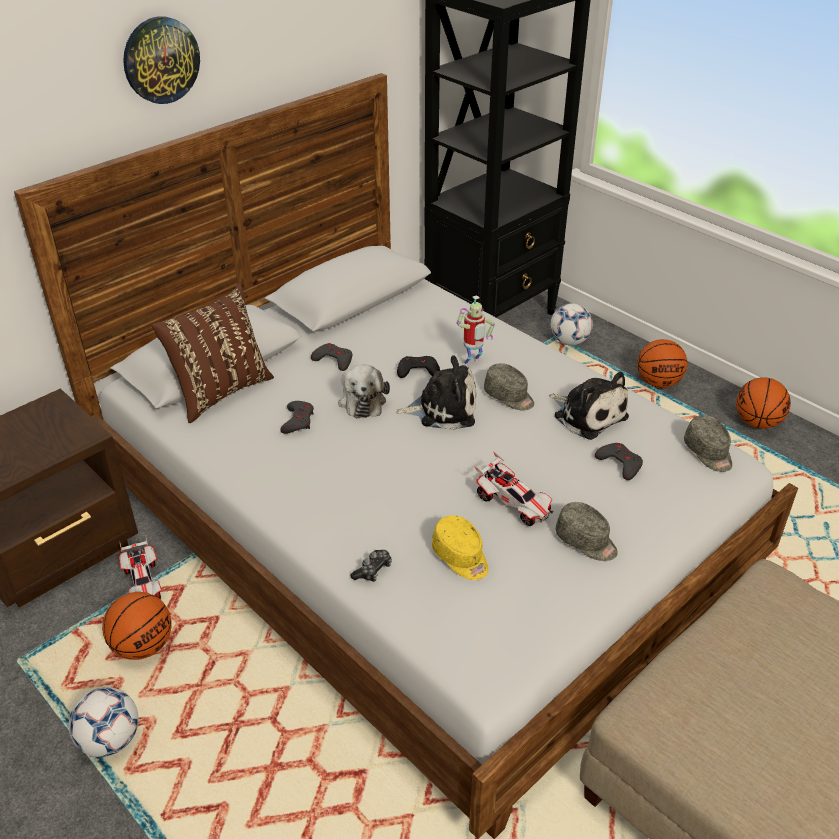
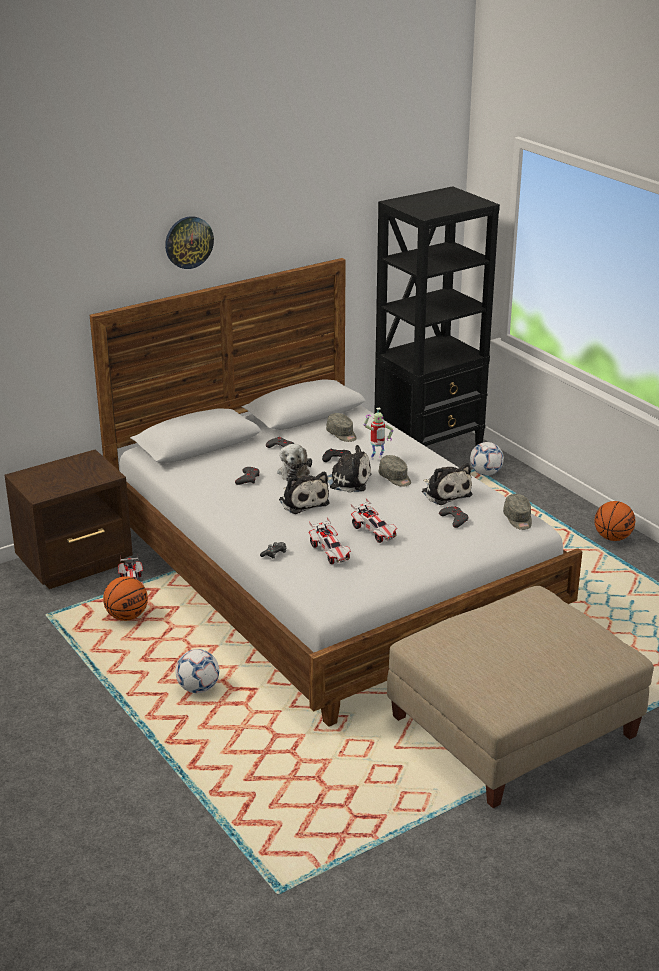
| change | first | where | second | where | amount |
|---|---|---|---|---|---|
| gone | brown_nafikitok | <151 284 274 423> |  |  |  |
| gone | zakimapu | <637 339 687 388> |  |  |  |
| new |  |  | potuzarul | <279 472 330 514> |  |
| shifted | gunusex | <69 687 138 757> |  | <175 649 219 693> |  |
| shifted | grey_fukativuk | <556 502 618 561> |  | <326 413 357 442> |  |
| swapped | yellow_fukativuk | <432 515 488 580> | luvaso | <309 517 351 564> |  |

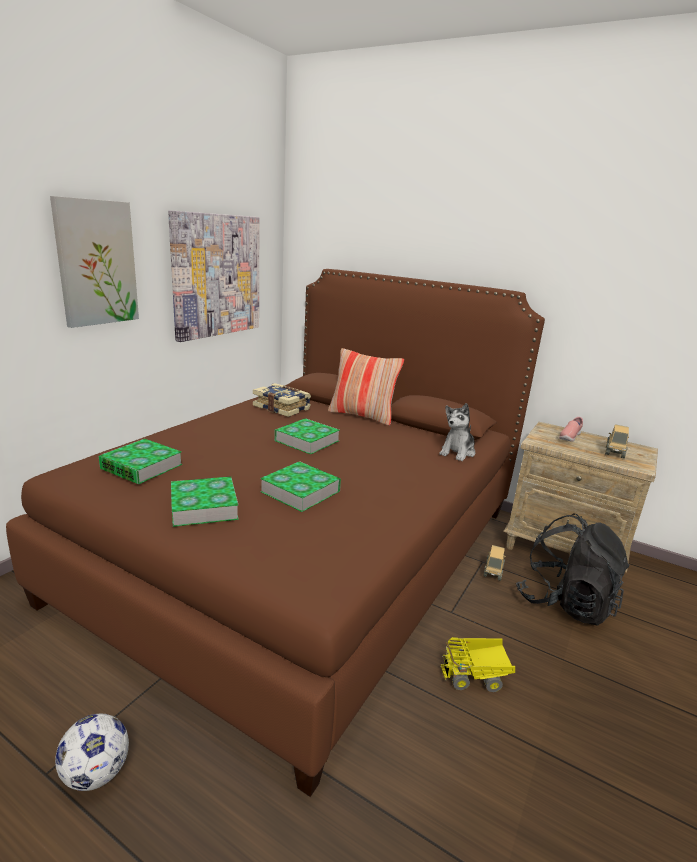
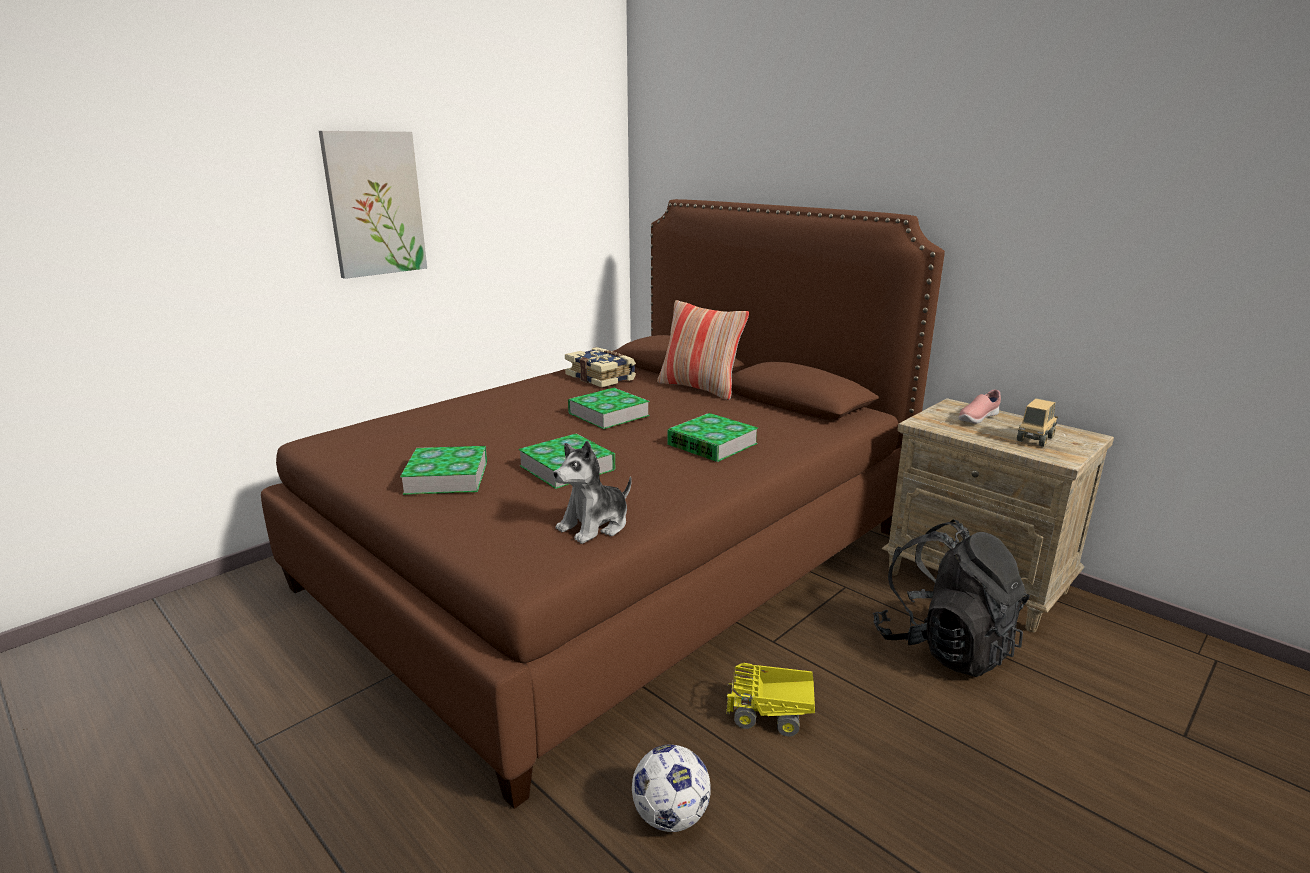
| change | first | where | second | where | amount |
|---|---|---|---|---|---|
| gone | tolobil | <168 210 259 342> |  |  |  |
| gone | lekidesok | <483 545 506 581> |  |  |  |
| shifted | gunusex | <55 713 129 791> |  | <632 745 711 832> |  |
| shifted | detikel | <99 439 182 484> |  | <667 413 758 462> |  |
| shifted | potuzarul | <439 403 475 461> |  | <553 441 632 544> |  |

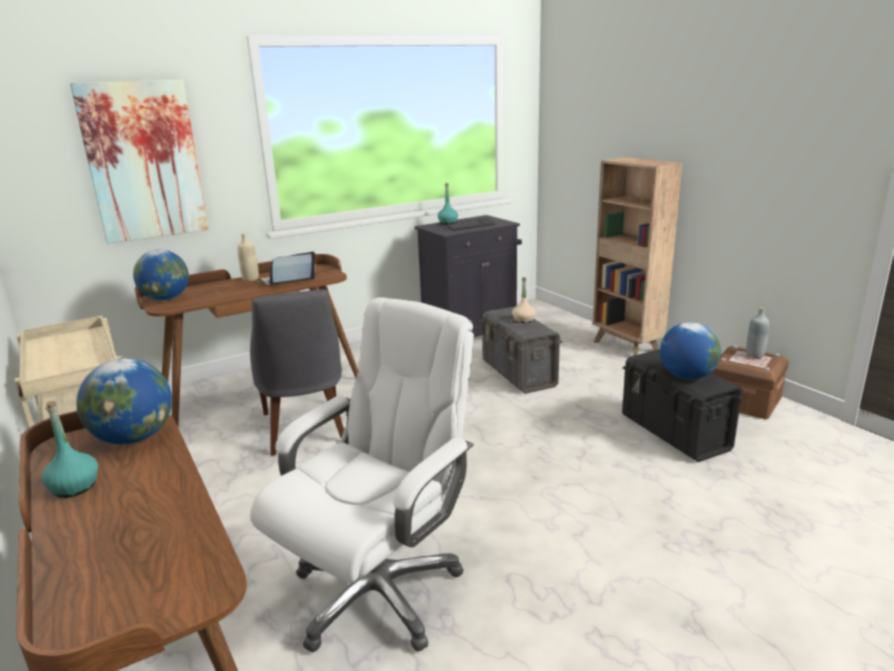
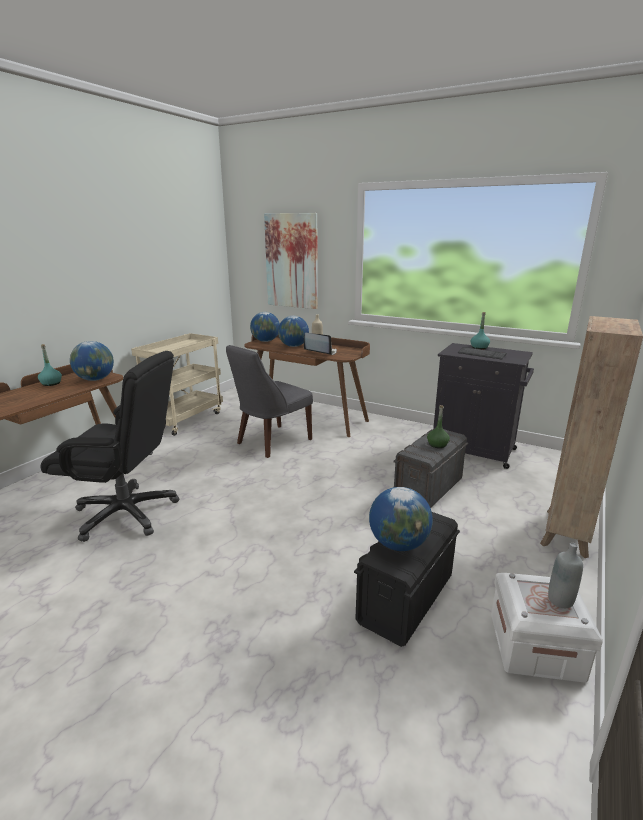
| change | first | where | second | where | amount |
|---|---|---|---|---|---|
| new |  |  | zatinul | <278 316 309 347> |  |
| repainted | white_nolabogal | <250 297 474 652> | black_nolabogal | <40 351 179 542> |  |
| repainted | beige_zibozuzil | <512 277 536 323> | green_zibozuzil | <427 405 450 448> |  |
| repainted | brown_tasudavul | <711 345 789 419> | white_tasudavul | <491 573 603 683> |  |

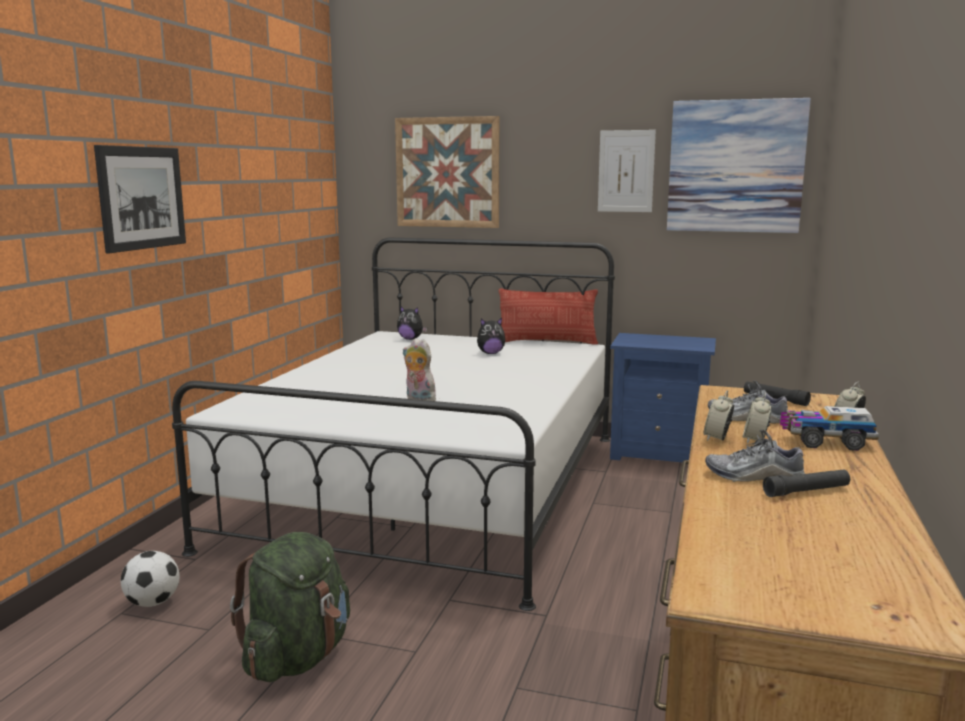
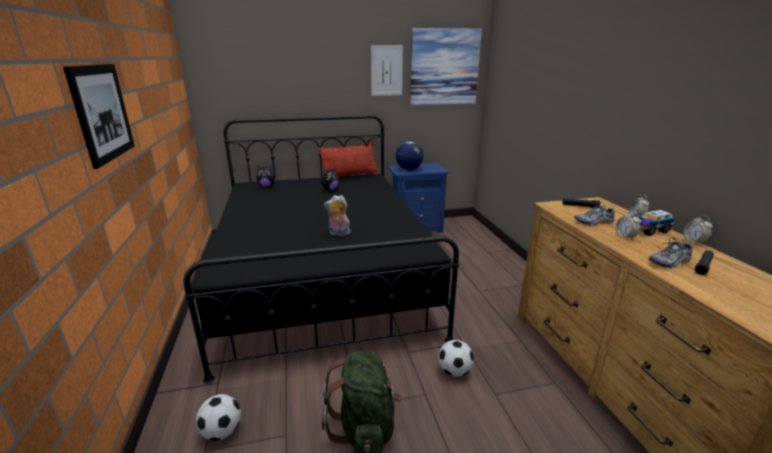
| change | first | where | second | where | amount |
|---|---|---|---|---|---|
| gone | tolobil | <395 116 500 228> |  |  |  |
| new |  |  | zatinul | <396 142 424 170> |  |
| new |  |  | gunusex | <439 340 474 377> |  |
| shifted | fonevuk | <704 390 734 441> |  | <684 215 713 245> |  |
| repainted | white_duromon | <172 238 615 611> | black_duromon | <183 115 459 384> |  |

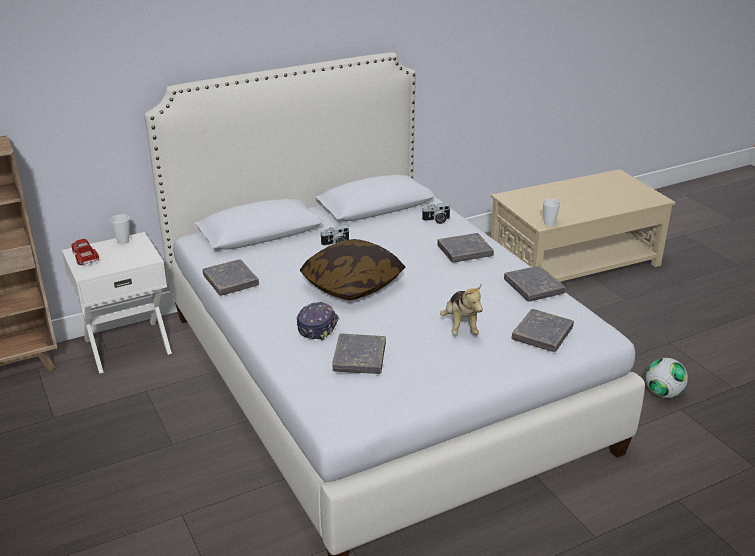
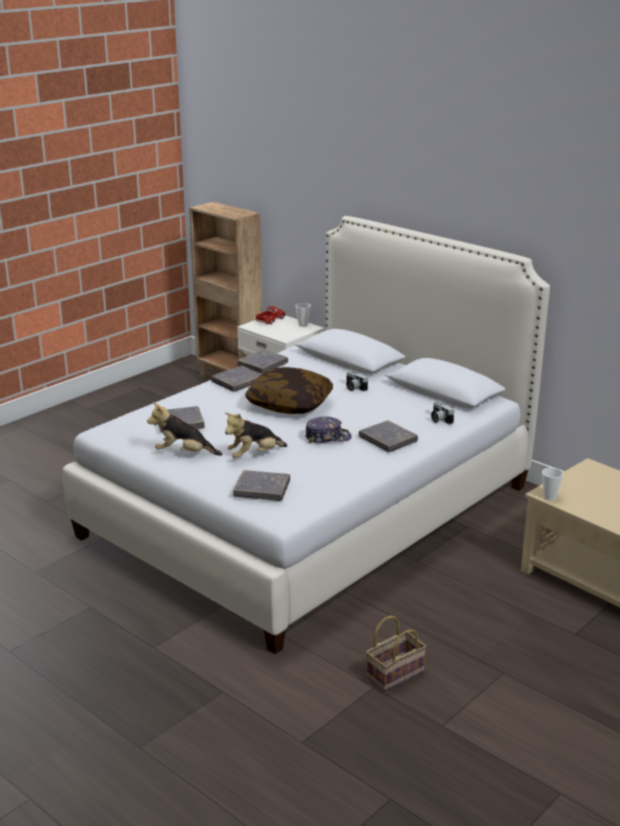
| change | first | where | second | where | amount |
|---|---|---|---|---|---|
| new |  |  | potuzarul | <147 402 222 456> |  |
| shifted | fukativuk | <296 302 338 340> |  | <305 417 351 443> |  |
| shifted | grey_detikel | <504 266 565 302> |  | <211 366 261 392> |  |
| swapped | gunusex | <646 358 688 398> | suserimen | <366 616 427 692> |  |

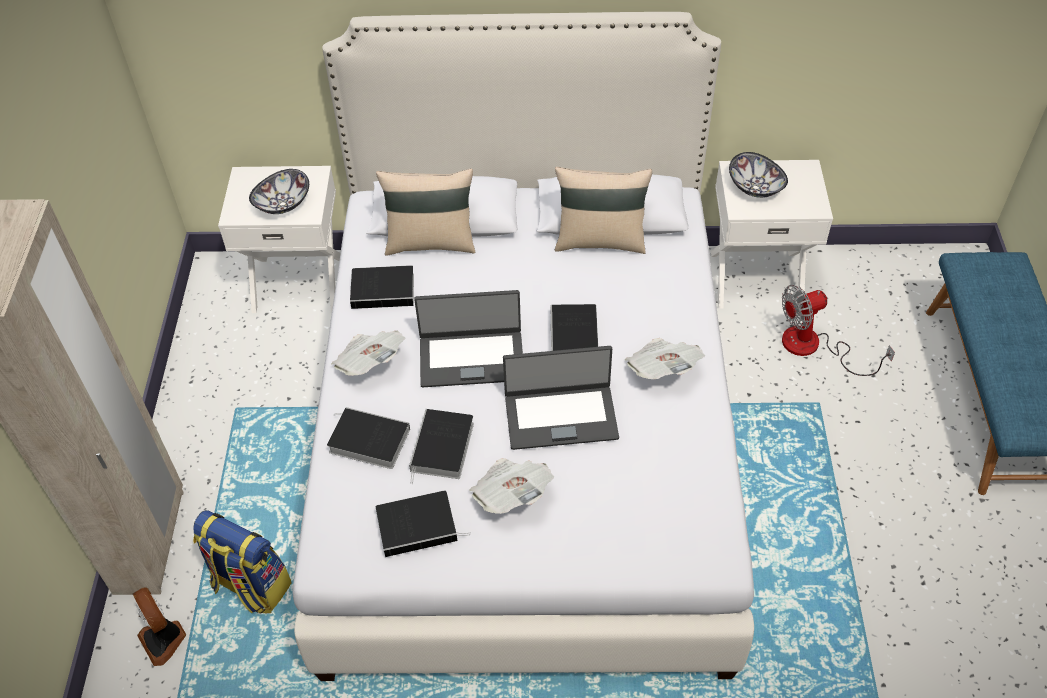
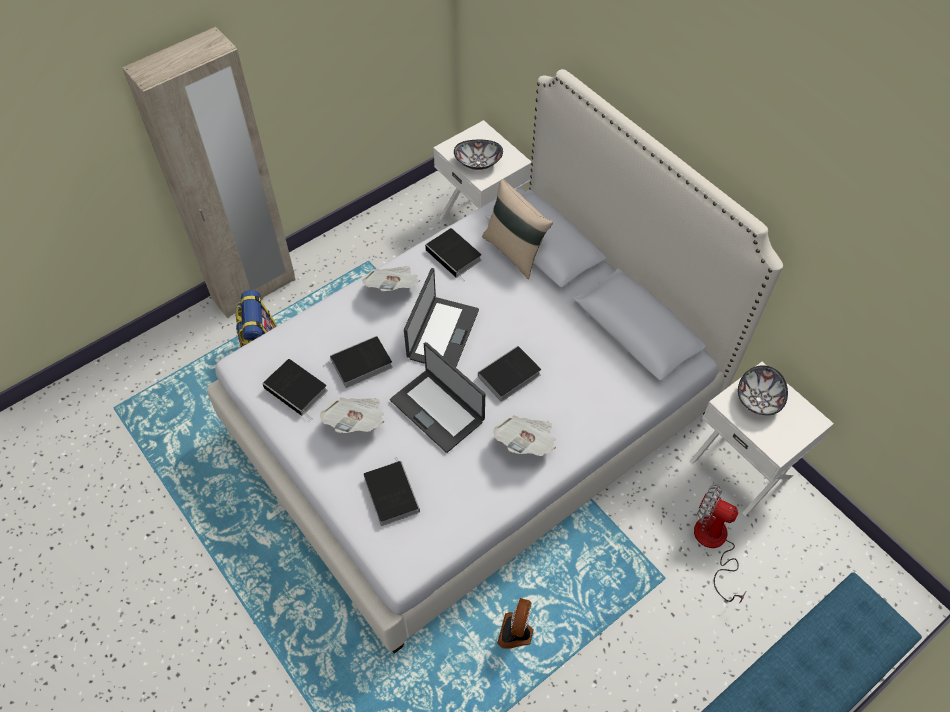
| change | first | where | second | where | amount |
|---|---|---|---|---|---|
| gone | beige_nafikitok | <555 167 652 254> |  |  |  |
| shifted | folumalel | <133 587 186 666> |  | <497 598 534 649> |  |
| shifted | detikel | <327 407 410 469> |  | <363 457 420 526> |  |
| rotated | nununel | <414 290 523 387> |  | <404 268 479 367> | 120 degrees counterclockwise |

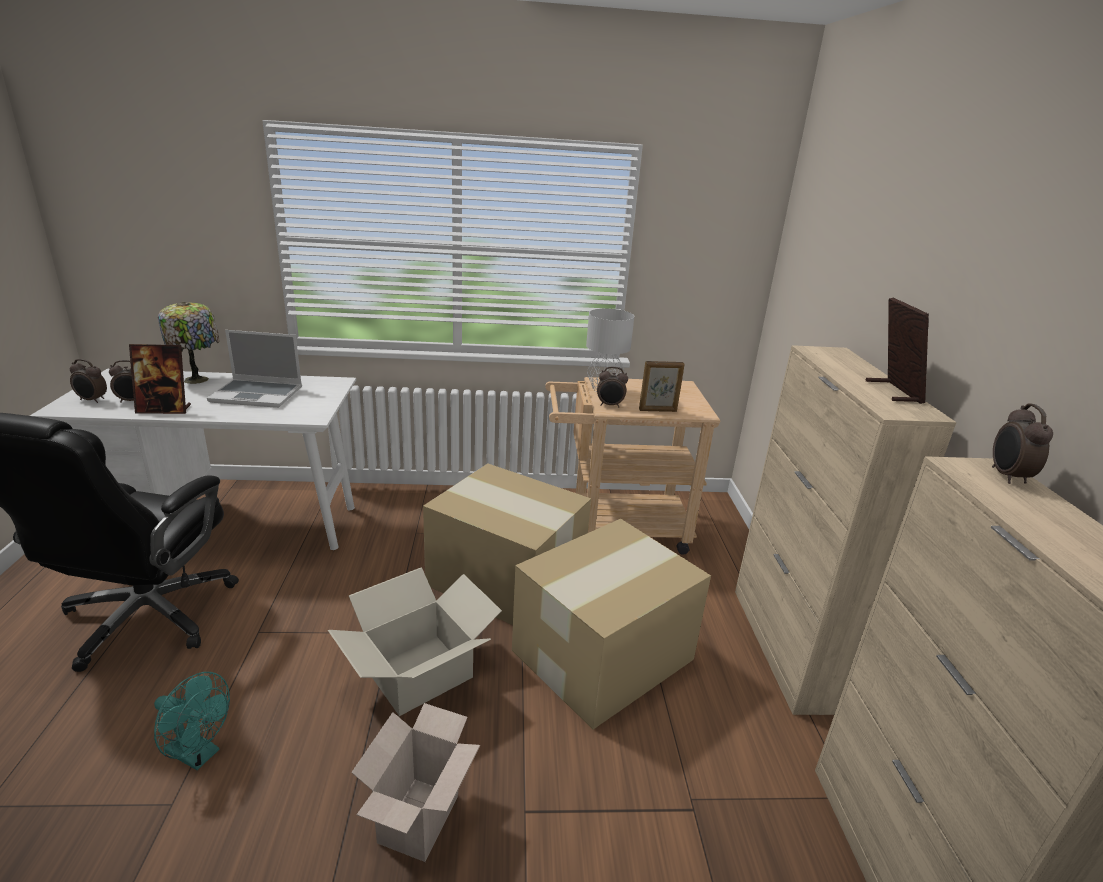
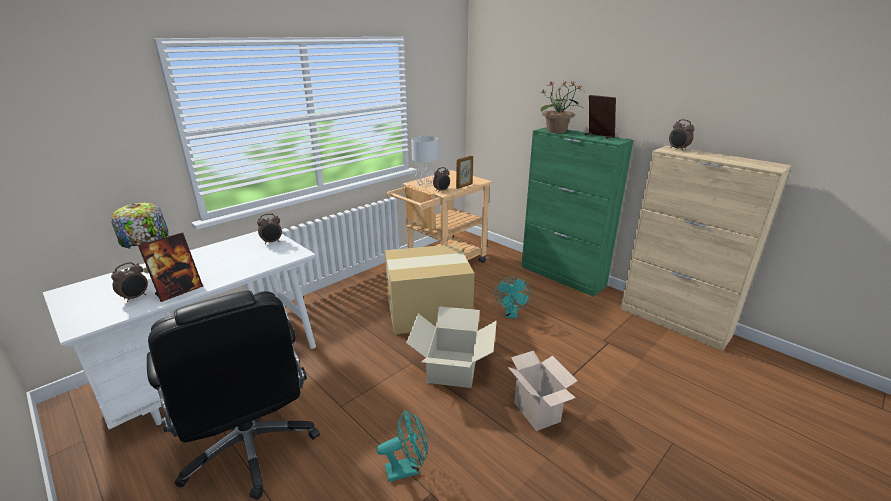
| change | first | where | second | where | amount |
|---|---|---|---|---|---|
| gone | nununel | <207 330 302 408> |  |  |  |
| new |  |  | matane | <541 81 583 133> |  |
| shifted | fonevuk | <70 359 107 403> |  | <257 213 282 245> |  |
| swapped | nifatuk | <512 519 711 729> | turquoise_folumalel | <495 277 531 319> |  |
| repainted | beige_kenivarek | <735 345 957 715> | green_kenivarek | <521 127 633 297> |  |

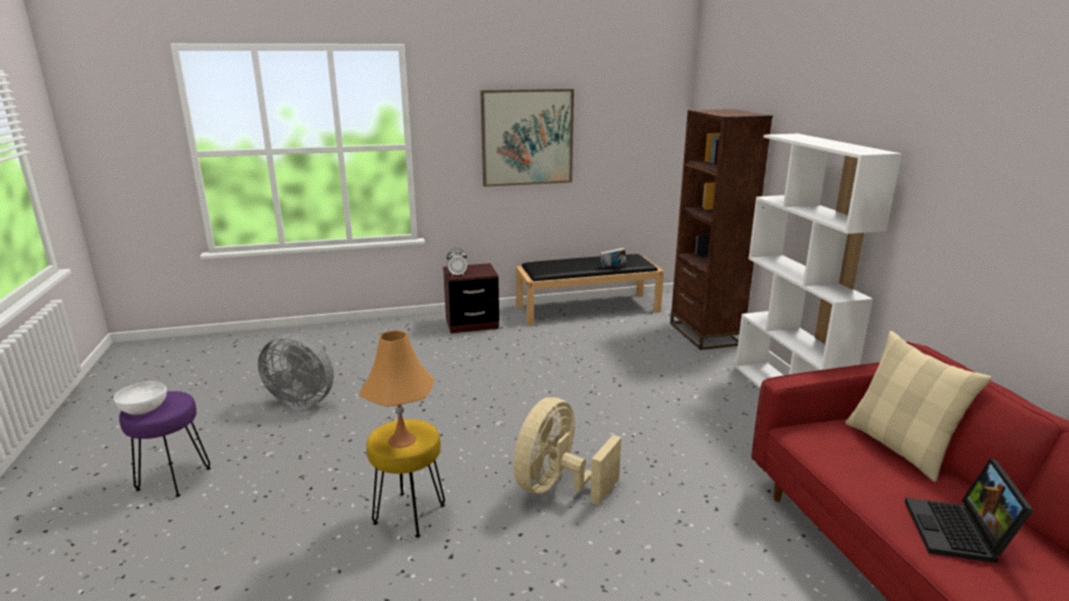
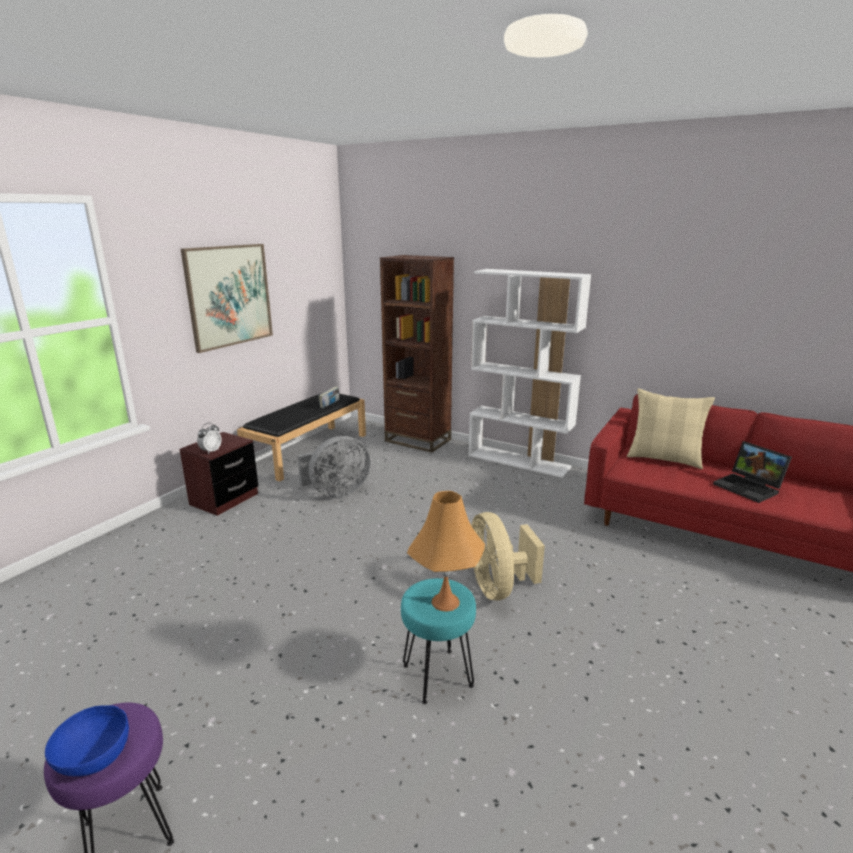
| change | first | where | second | where | amount |
|---|---|---|---|---|---|
| shifted | grey_folumalel | <258 333 334 407> |  | <298 436 370 497> |  |
| repainted | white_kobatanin | <113 381 167 415> | blue_kobatanin | <45 705 129 776> |  |
| repainted | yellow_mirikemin | <366 419 445 538> | turquoise_mirikemin | <401 578 476 704> |  |

